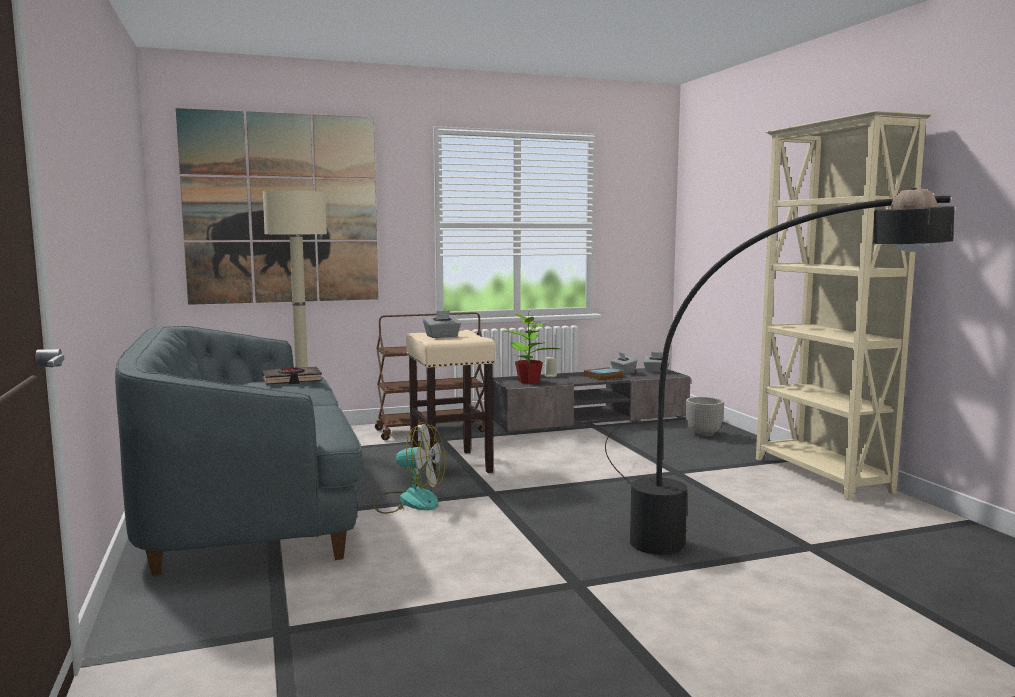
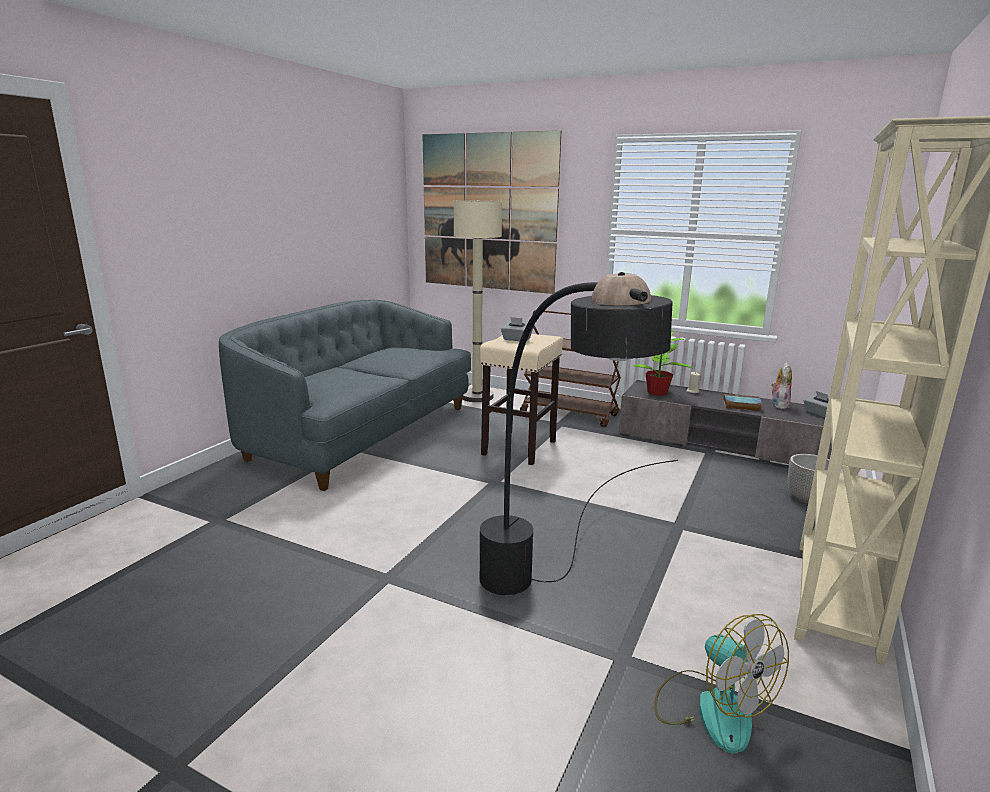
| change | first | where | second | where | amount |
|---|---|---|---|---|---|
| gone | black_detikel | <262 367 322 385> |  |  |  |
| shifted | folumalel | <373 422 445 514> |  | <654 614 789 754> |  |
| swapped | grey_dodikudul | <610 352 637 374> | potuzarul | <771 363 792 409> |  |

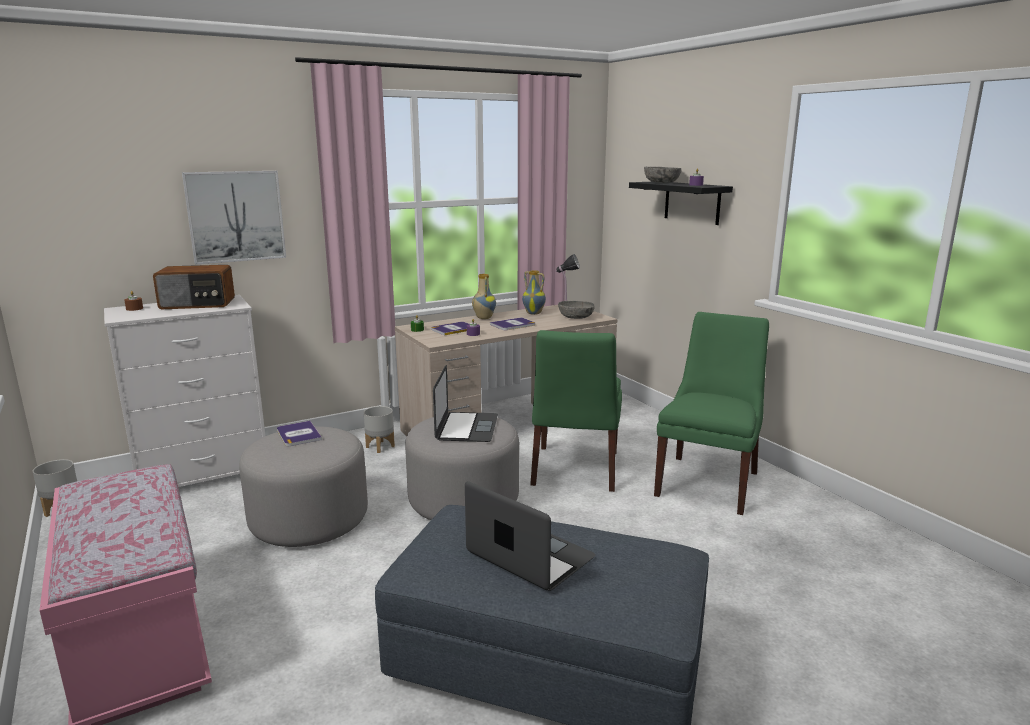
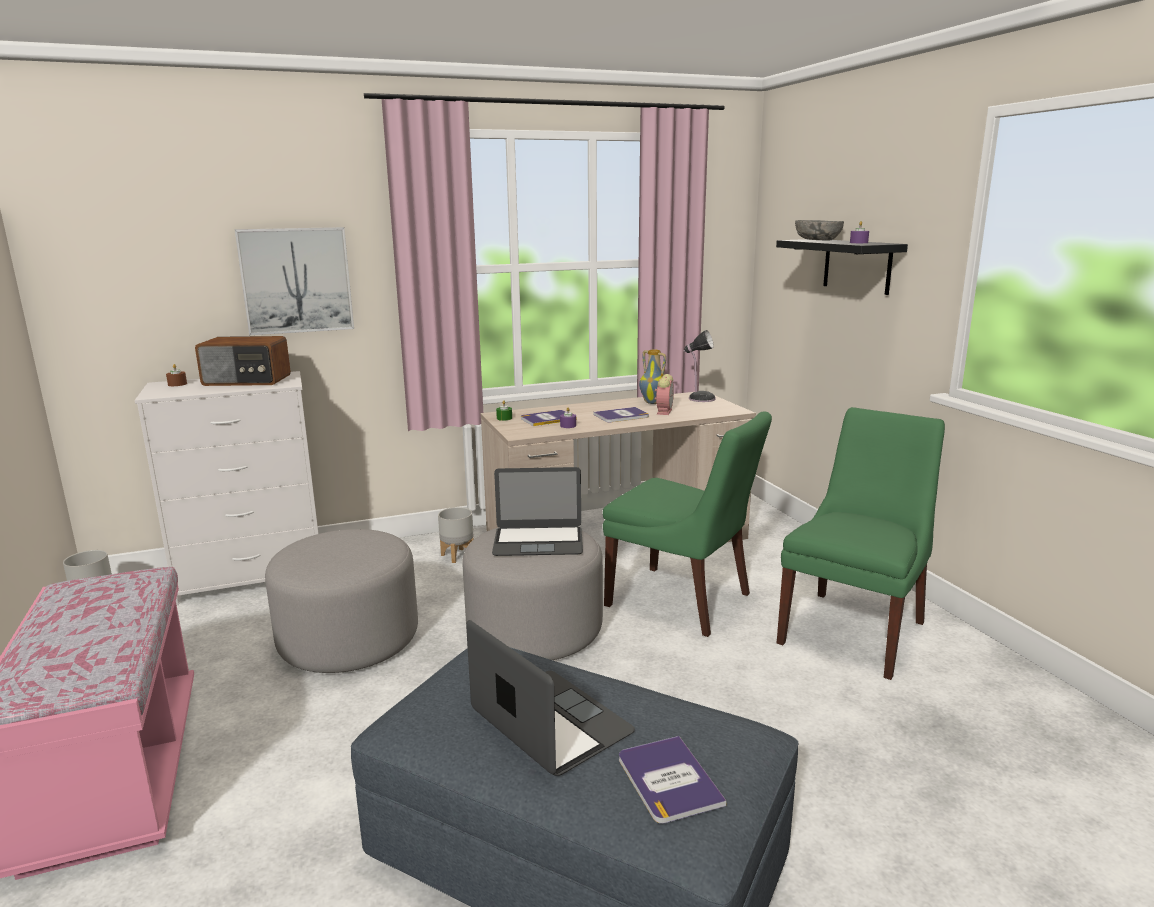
| change | first | where | second | where | amount |
|---|---|---|---|---|---|
| gone | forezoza | <472 274 496 319> |  |  |  |
| gone | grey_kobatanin | <558 301 595 319> |  |  |  |
| new |  |  | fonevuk | <655 374 674 415> |  |
| shifted | detikel | <277 421 322 446> |  | <619 736 726 824> |  |
| rotated | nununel | <433 365 498 442> |  | <492 467 583 556> | 75 degrees clockwise |
| rotated | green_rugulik | <530 330 622 492> |  | <603 411 772 637> | 75 degrees counterclockwise |

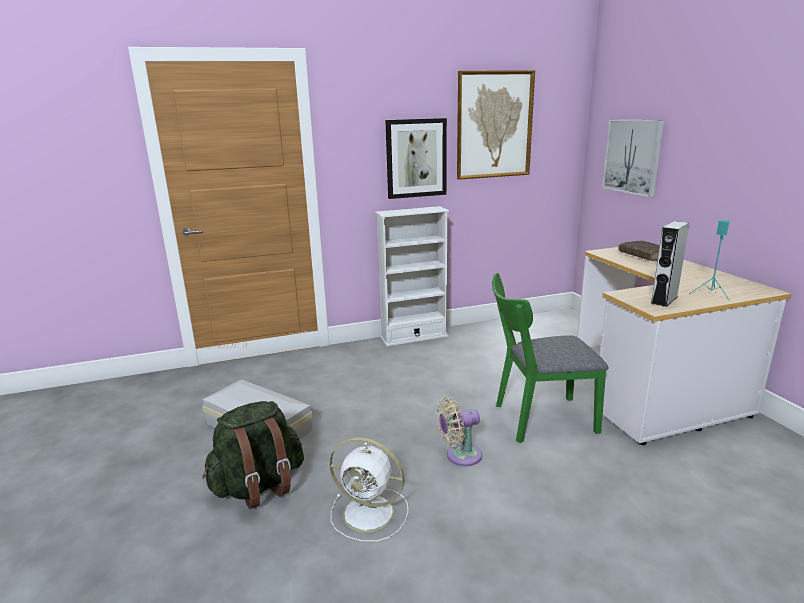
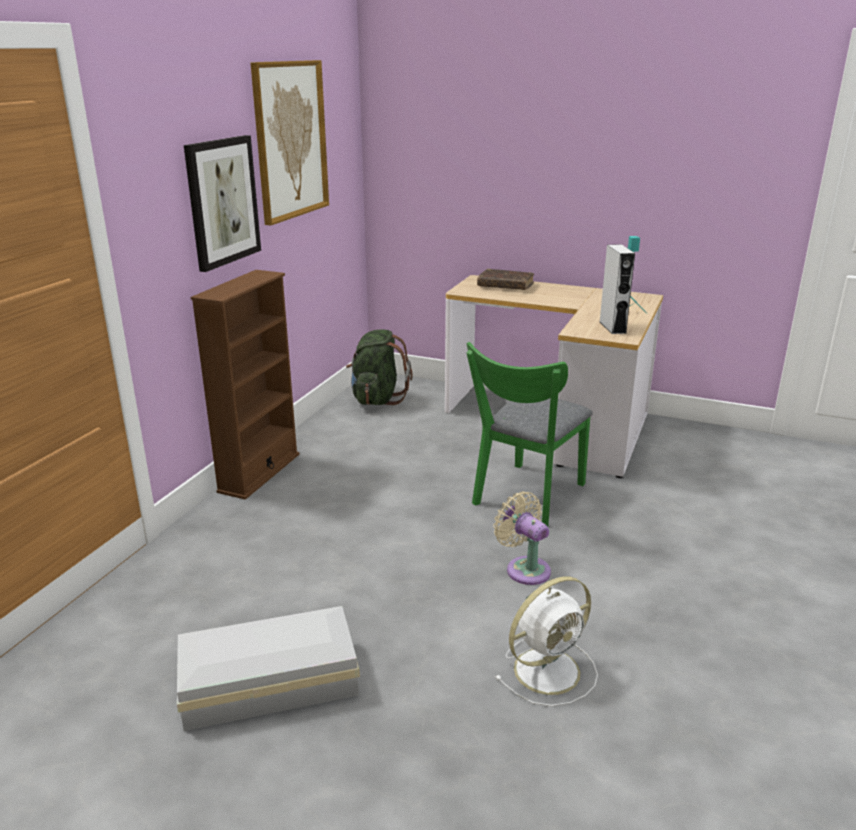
| change | first | where | second | where | amount |
|---|---|---|---|---|---|
| gone | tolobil | <602 119 664 197> |  |  |  |
| shifted | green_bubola | <202 401 304 509> |  | <346 329 413 405> |  |
| repainted | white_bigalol | <375 206 449 347> | brown_bigalol | <191 270 300 500> |  |
| rotated | beige_folumalel | <436 397 482 466> |  | <493 491 551 585> | 120 degrees clockwise |

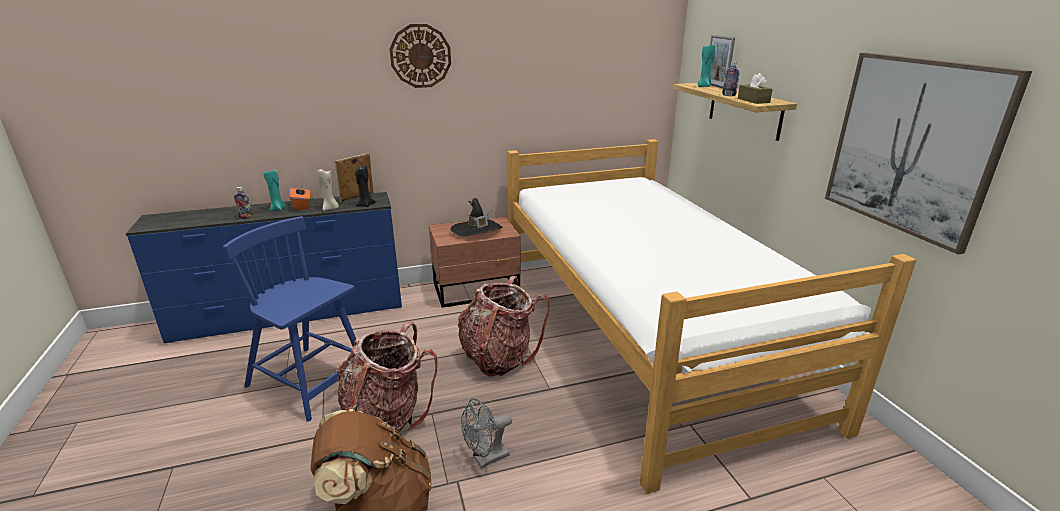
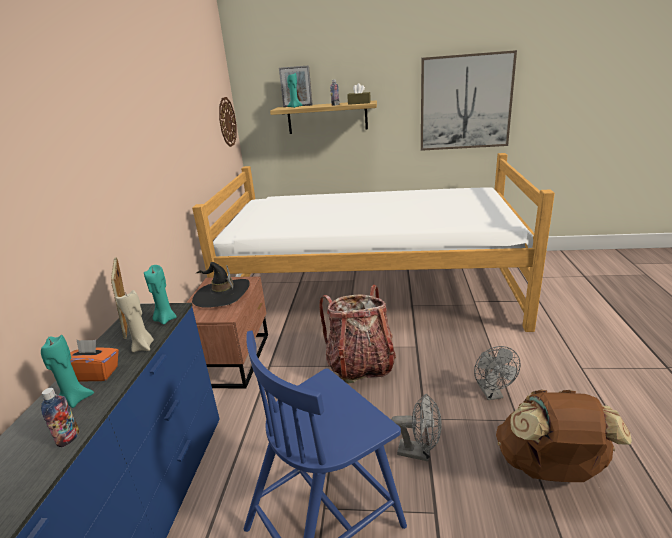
| change | first | where | second | where | amount |
|---|---|---|---|---|---|
| shifted | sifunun | <390 24 451 88> |  | <219 97 237 147> |  |
| swapped | bubola | <337 321 438 431> | grey_folumalel | <391 394 442 462> |  |
| repainted | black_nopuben | <355 165 376 207> | turquoise_nopuben | <144 265 177 324> |  |

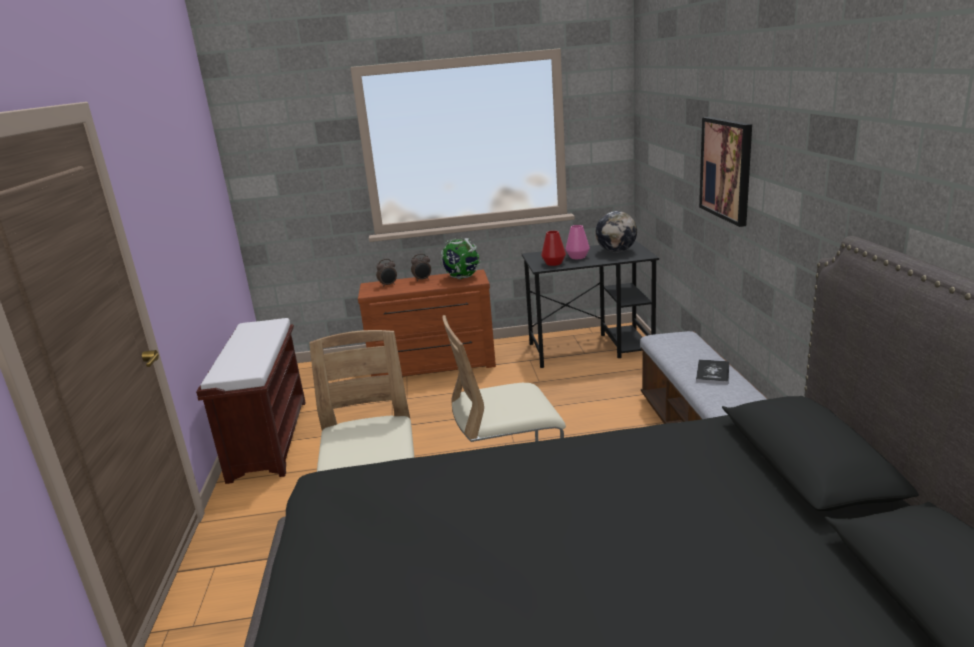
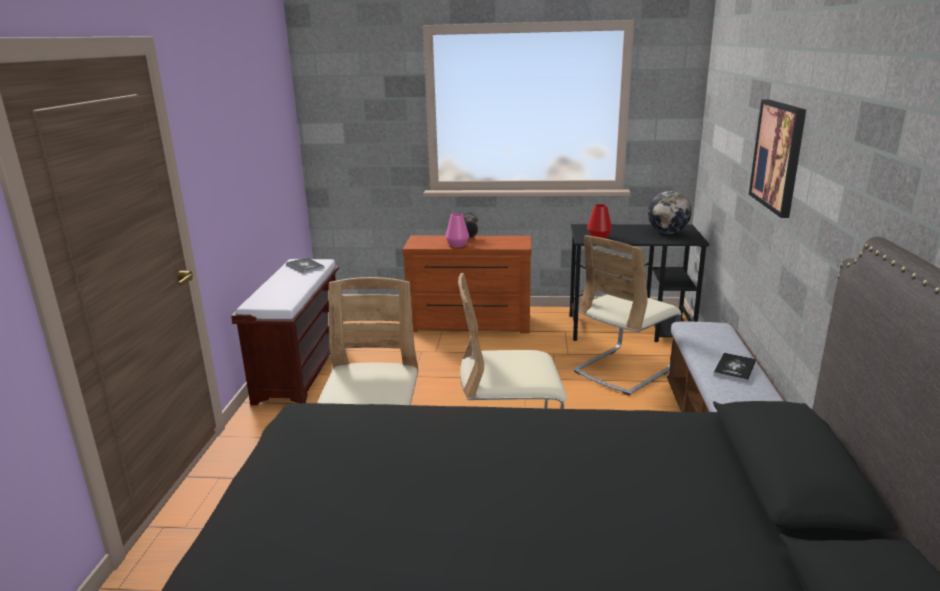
| change | first | where | second | where | amount |
|---|---|---|---|---|---|
| gone | fonevuk | <376 259 397 287> |  |  |  |
| gone | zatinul | <440 238 481 279> |  |  |  |
| new |  |  | detikel | <286 257 324 274> |  |
| new |  |  | beige_rugulik | <573 235 681 395> |  |
| shifted | pink_forezoza | <566 225 590 259> |  | <446 213 469 247> |  |

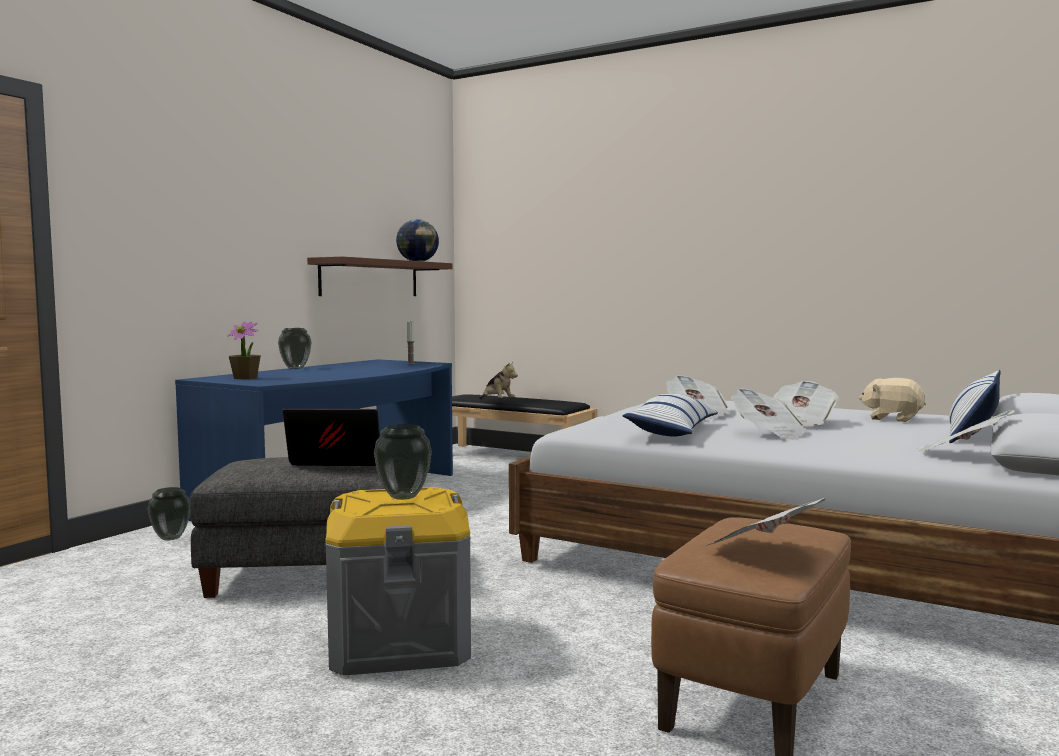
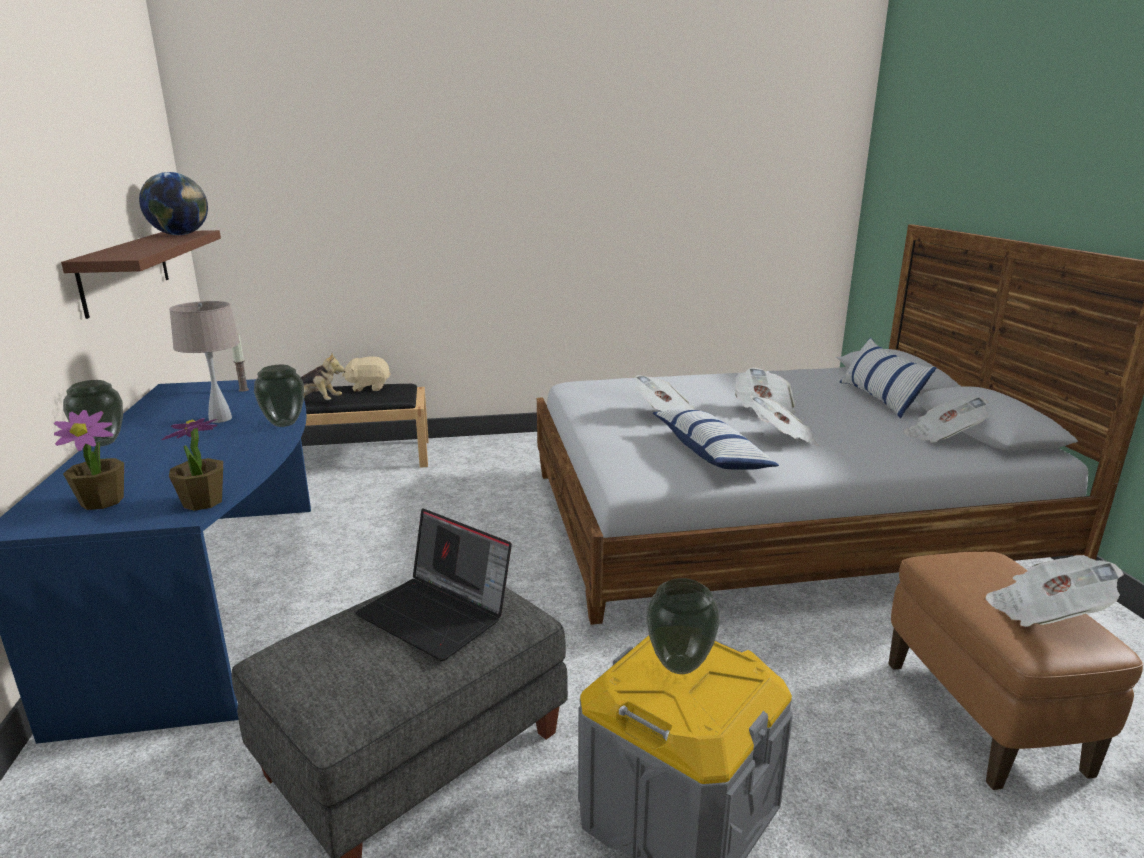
| change | first | where | second | where | amount |
|---|---|---|---|---|---|
| new |  |  | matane | <161 418 223 511> |  |
| new |  |  | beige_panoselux | <169 301 240 423> |  |
| shifted | forezoza | <148 487 190 541> |  | <254 365 304 427> |  |
| shifted | beige_potuzarul | <859 378 926 422> |  | <342 357 391 392> |  |
| rotated | nununel | <283 409 380 466> |  | <355 509 512 661> | 105 degrees counterclockwise |

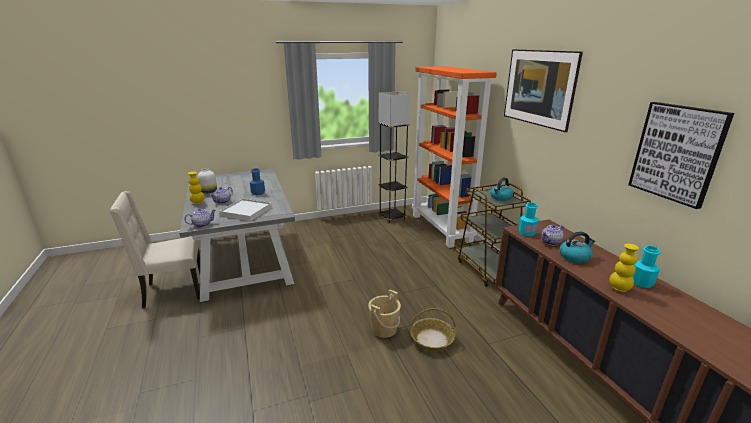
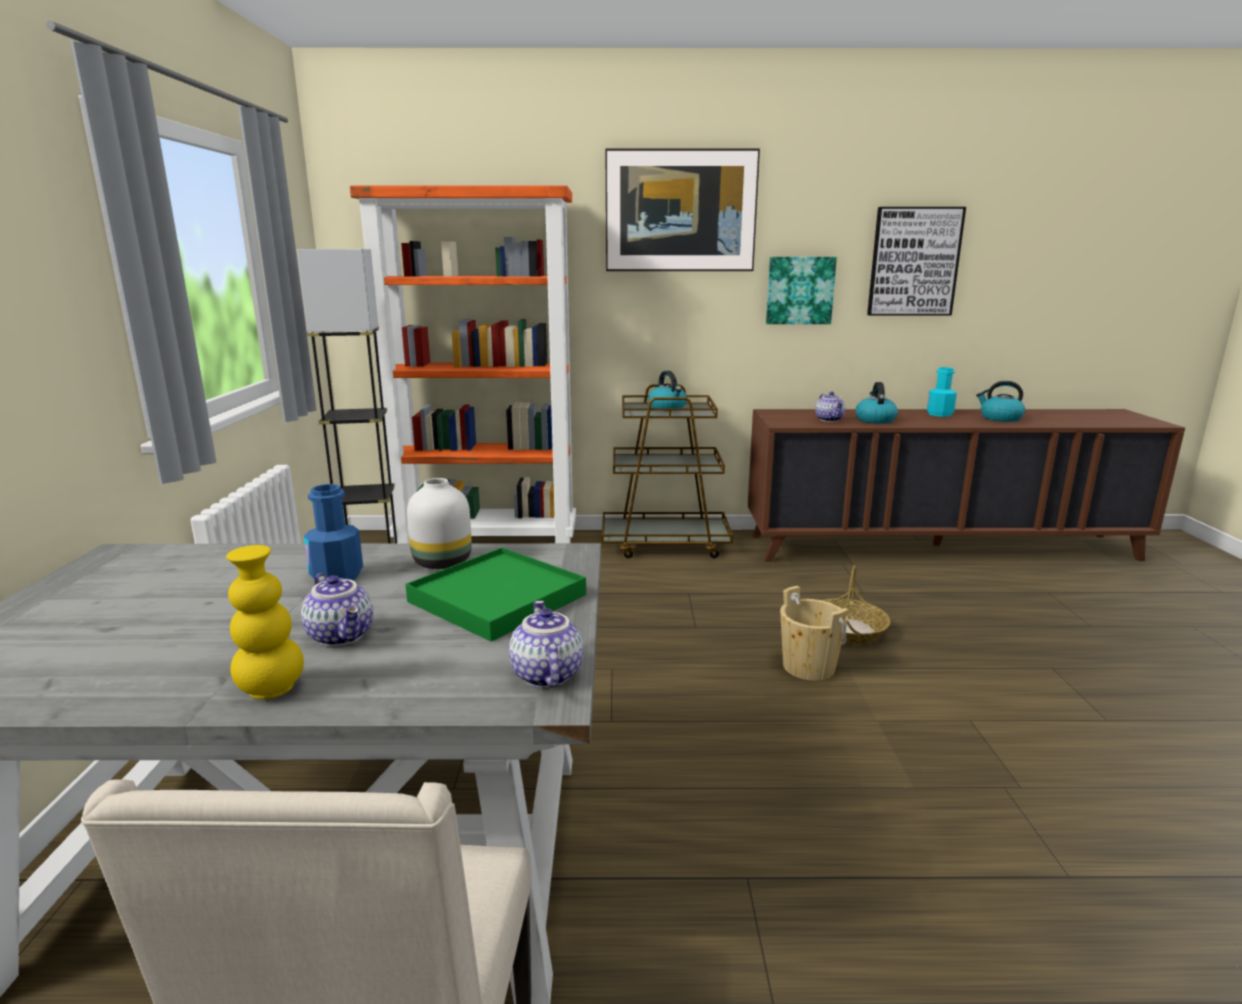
| change | first | where | second | where | amount |
|---|---|---|---|---|---|
| gone | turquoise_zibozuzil | <518 202 539 236> |  |  |  |
| gone | yellow_forezoza | <609 244 639 292> |  |  |  |
| new |  |  | tolobil | <766 257 837 324> |  |
| new |  |  | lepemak | <976 381 1025 422> |  |
| shifted | white_forezoza | <197 168 217 193> |  | <407 478 472 569> |  |
| repainted | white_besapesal | <219 199 272 221> | green_besapesal | <405 547 586 642> |  |

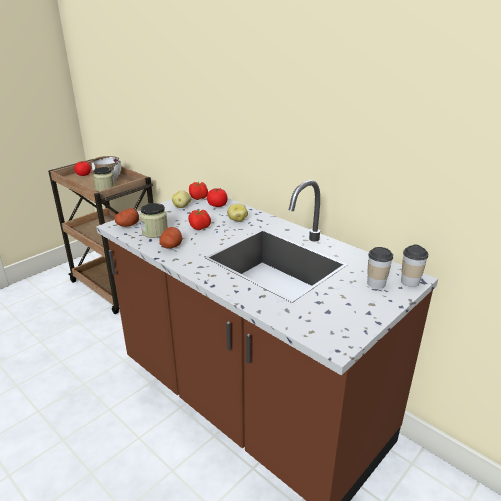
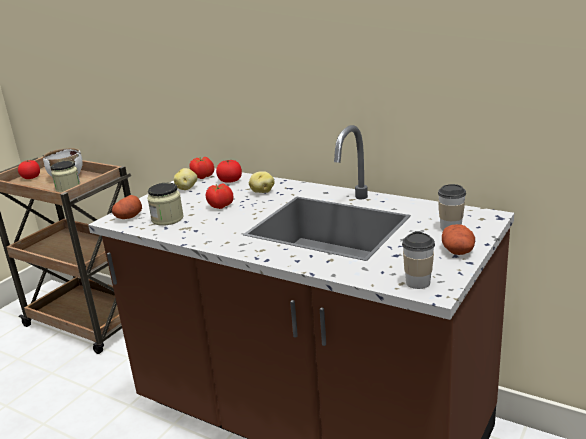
| change | first | where | second | where | amount |
|---|---|---|---|---|---|
| shifted | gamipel | <159 227 182 249> |  | <442 224 475 255> |  |
| shifted | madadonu | <401 244 428 287> |  | <402 231 435 289> |  |

